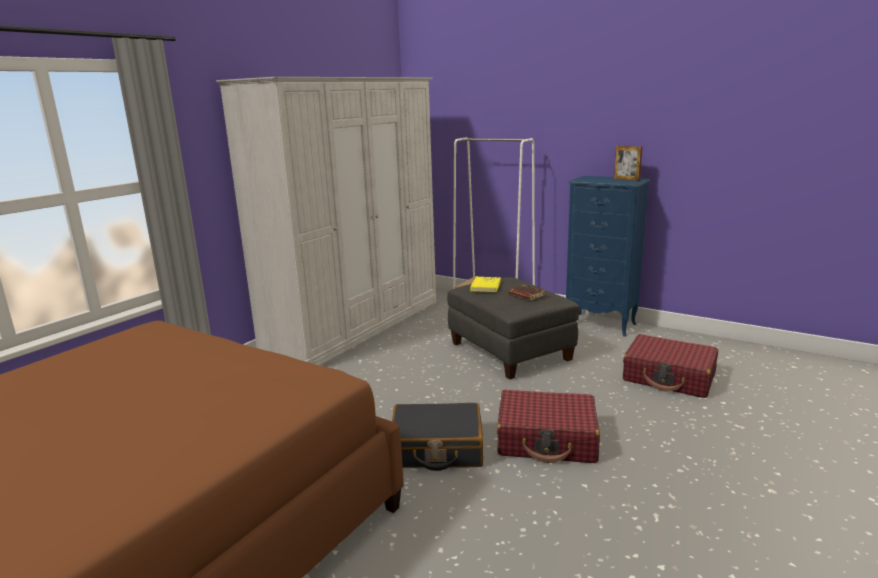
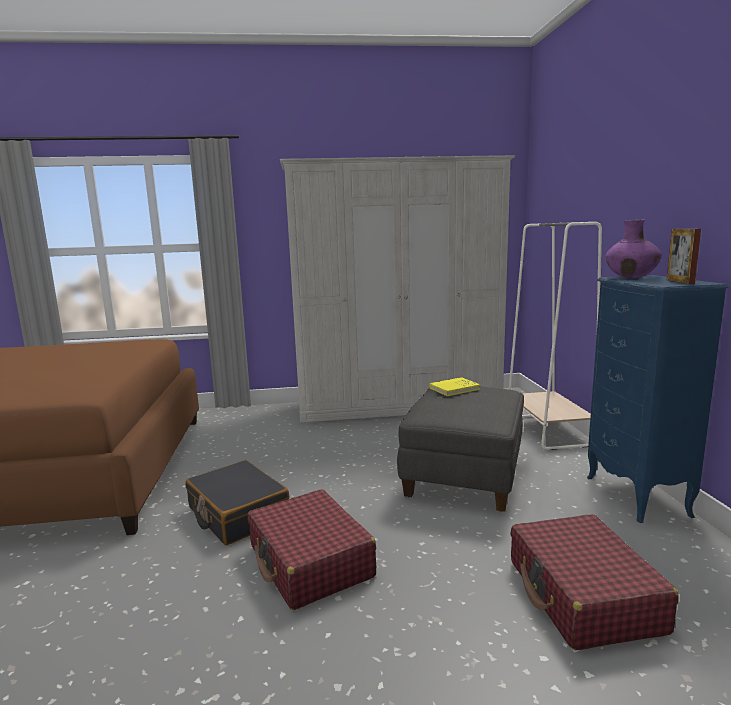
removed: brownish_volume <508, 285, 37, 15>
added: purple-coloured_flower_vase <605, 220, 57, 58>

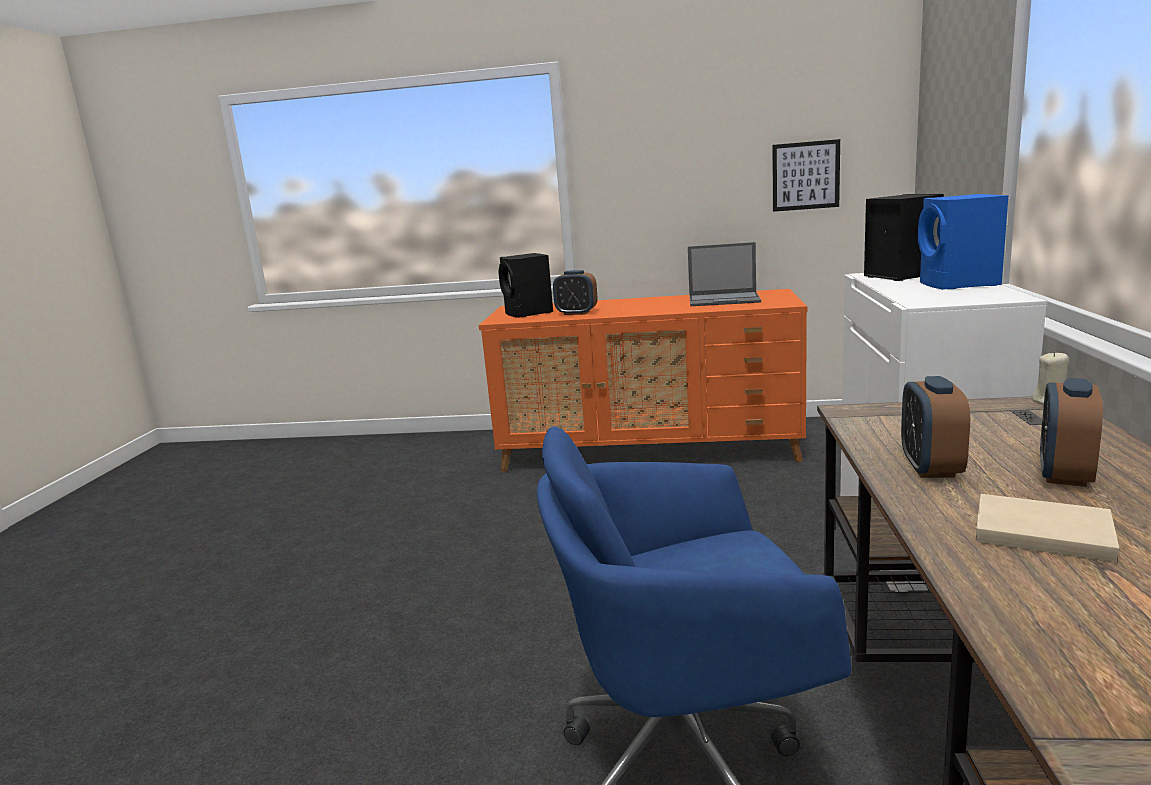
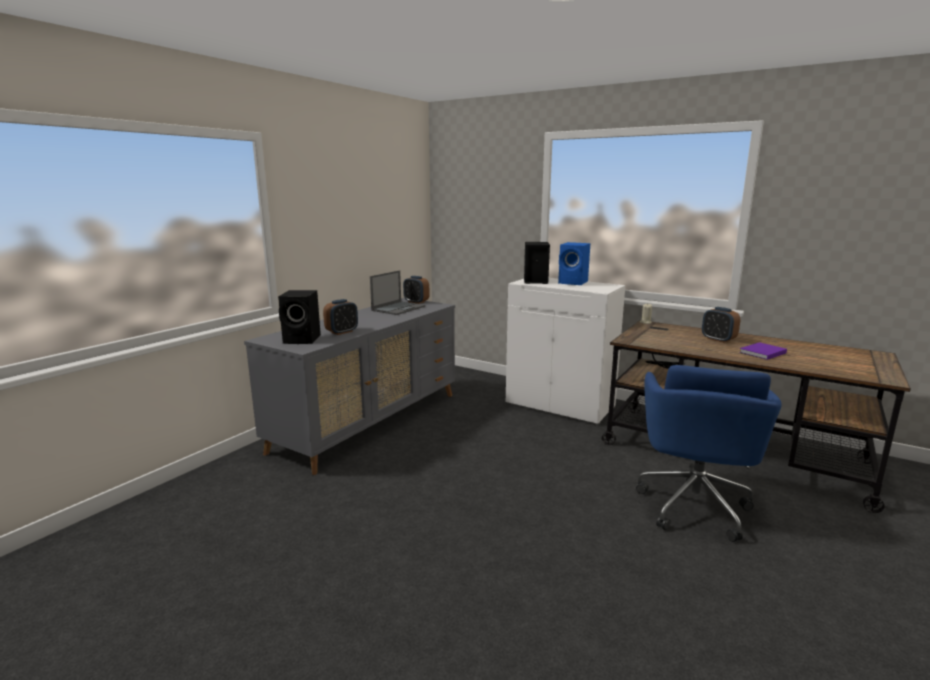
removed: picture <772, 139, 68, 73>
moved: bedside_clock <901, 376, 69, 102> to <403, 276, 26, 28>
recoloured: orange-coloured_chest_of_drawers <479, 289, 329, 183> to greyish_chest_of_drawers <244, 298, 211, 177>; sand-coloured_volume <975, 494, 144, 69> to purple-coloured_volume <739, 342, 48, 18>

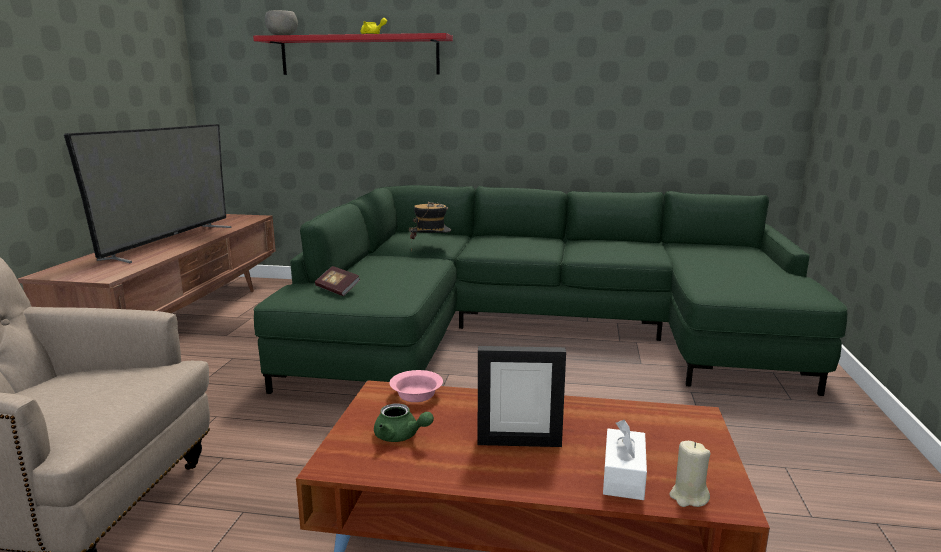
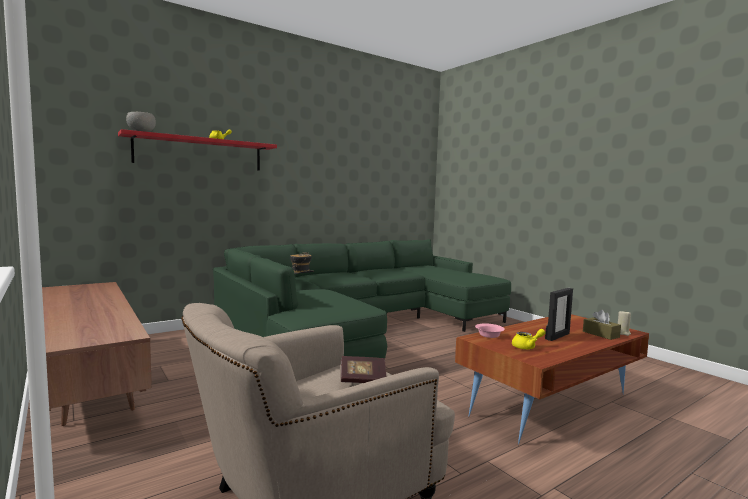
removed: TV <64, 124, 167, 139>
moved: volume <315, 266, 45, 30> to <341, 356, 45, 27>
recoloured: green_pot_for_tea <374, 403, 60, 39> to yellow-coloured_pot_for_tea <512, 329, 33, 20>; white_tissue_box <603, 420, 44, 80> to brownish_tissue_box <583, 310, 38, 30>

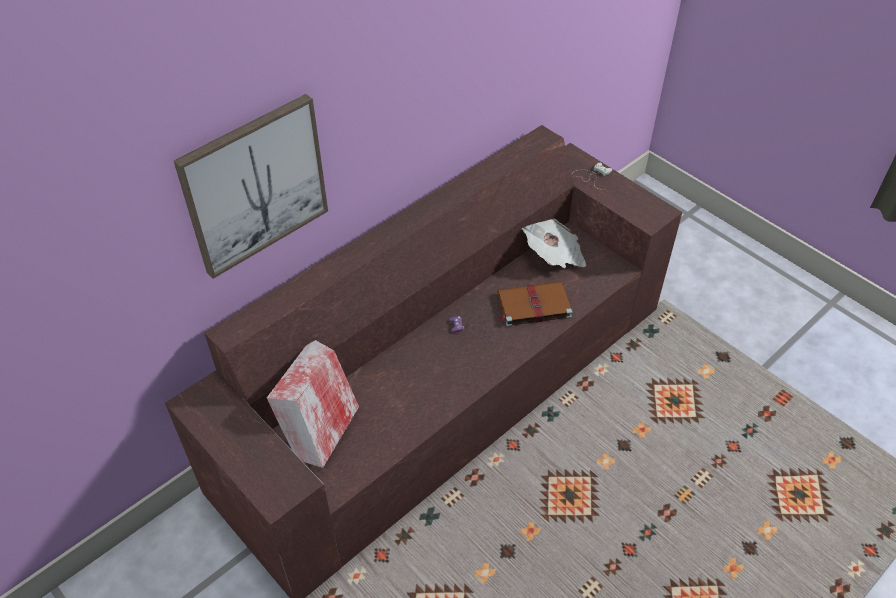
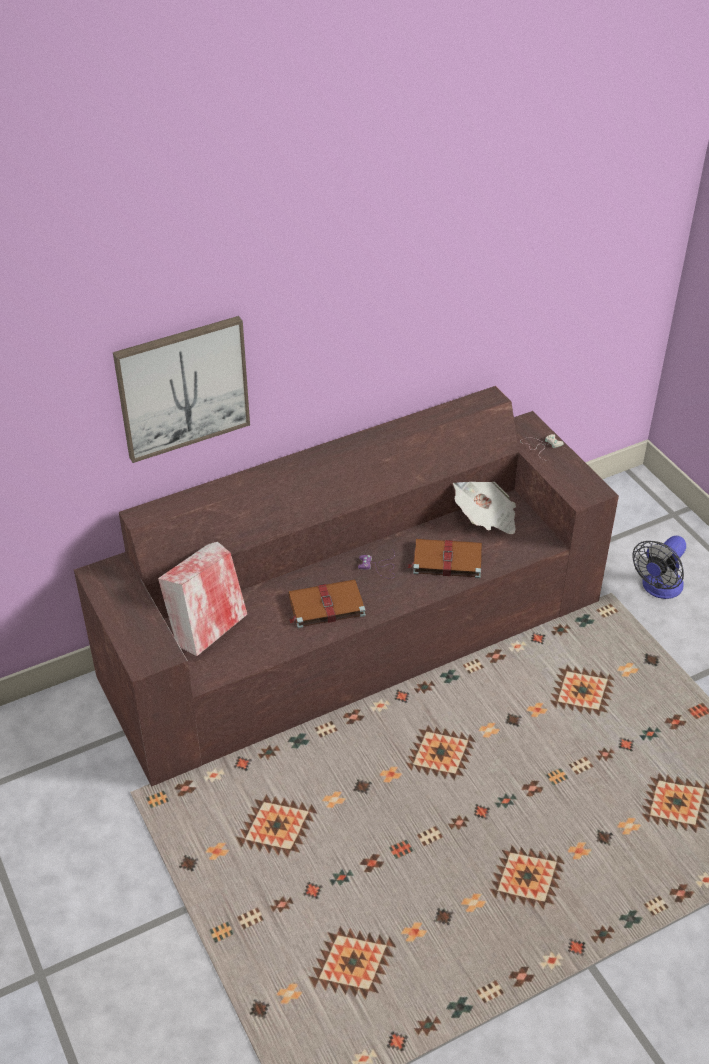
added: brownish_volume <288, 579, 78, 49>; fan <632, 536, 54, 63>

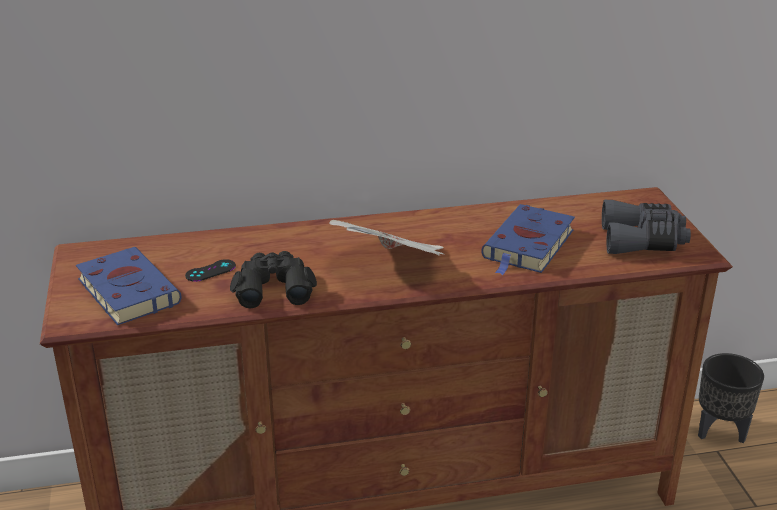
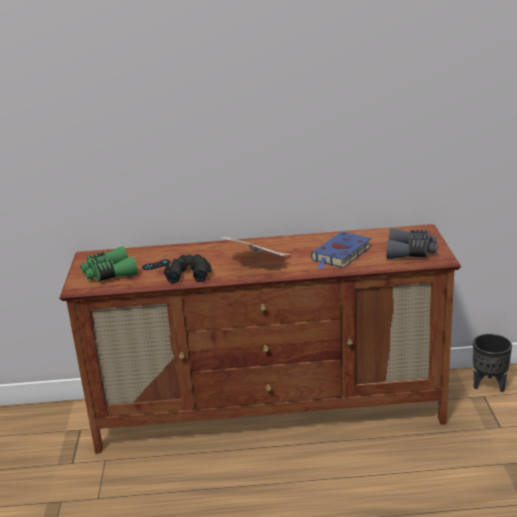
replaced: blue-coloured_volume <76, 247, 105, 78> to green_pair_of_binoculars <80, 246, 58, 35>

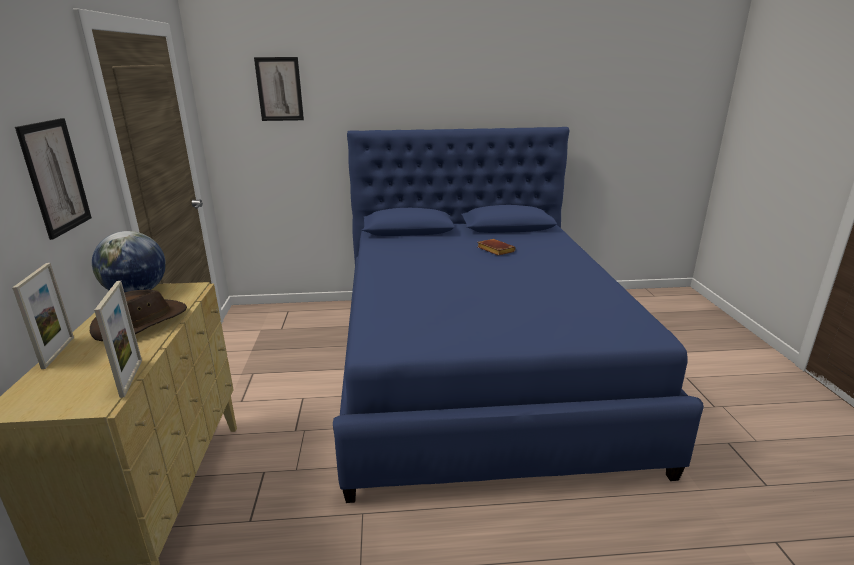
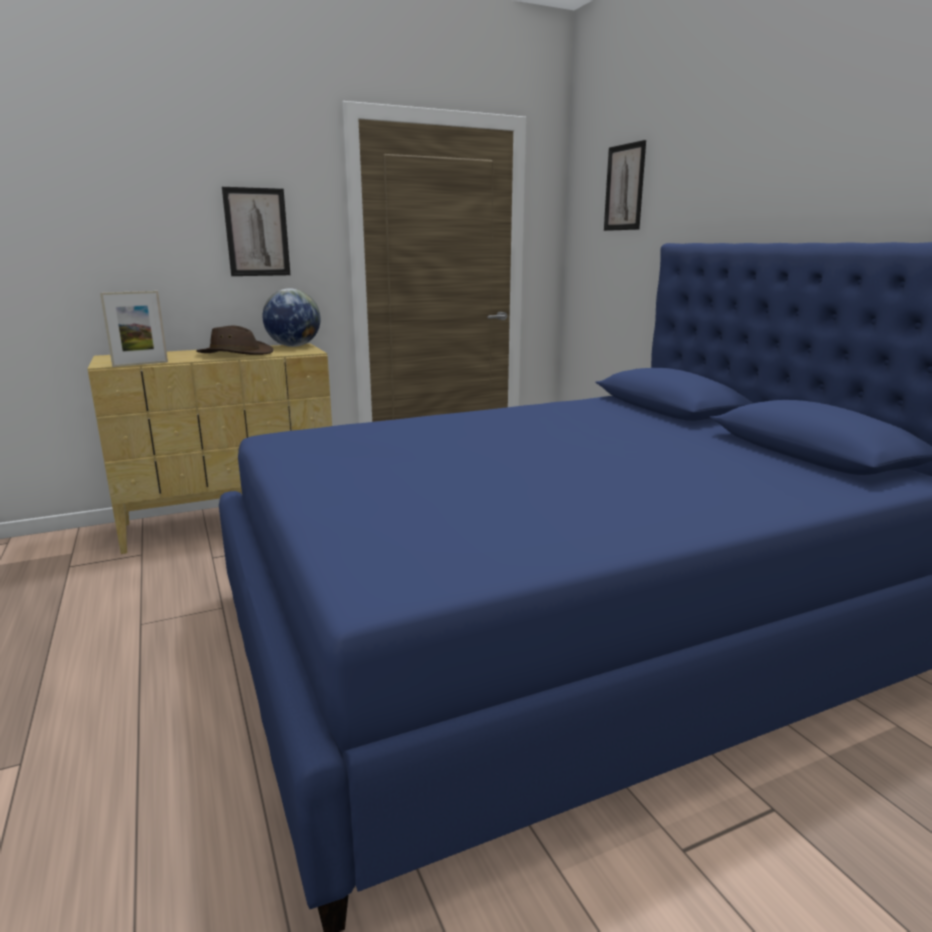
removed: picture_frame <12, 263, 62, 106>; brownish_volume <477, 239, 39, 16>

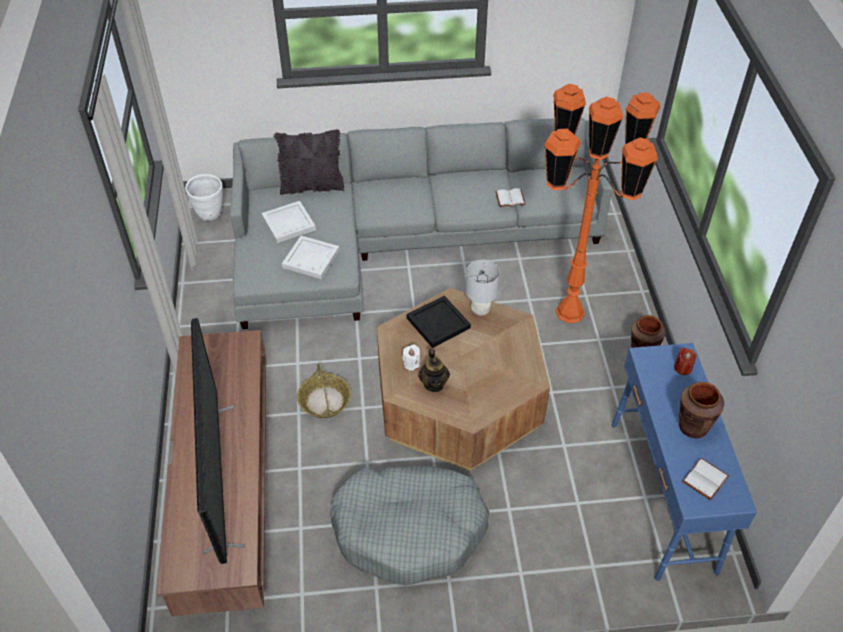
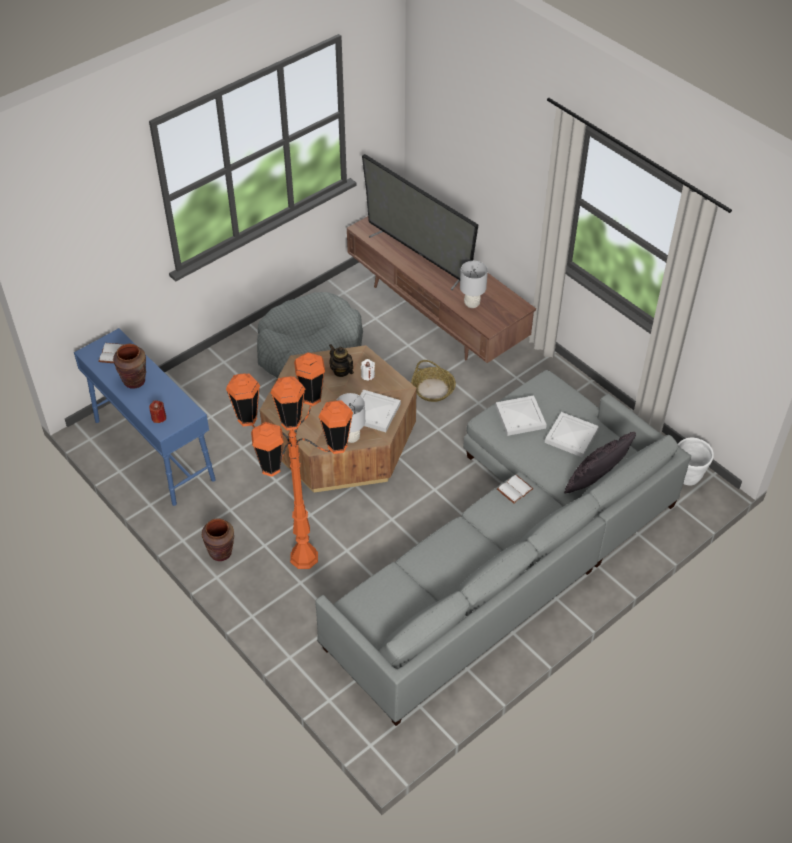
added: greyish_tabletop_lamp <460, 261, 28, 47>
moved: white_volume <495, 188, 31, 19> to <497, 475, 36, 28>
recoloured: black-coloured_serving_tray <407, 295, 64, 53> to white_serving_tray <352, 389, 49, 43>

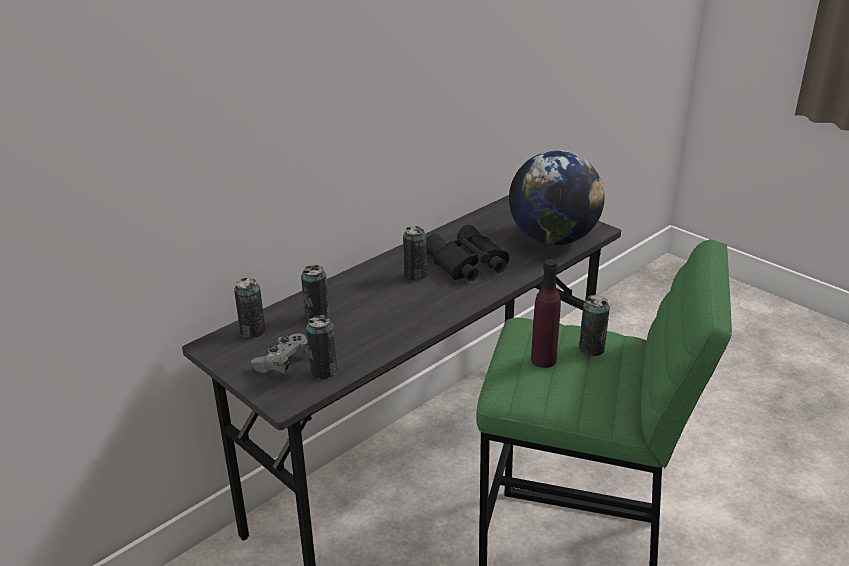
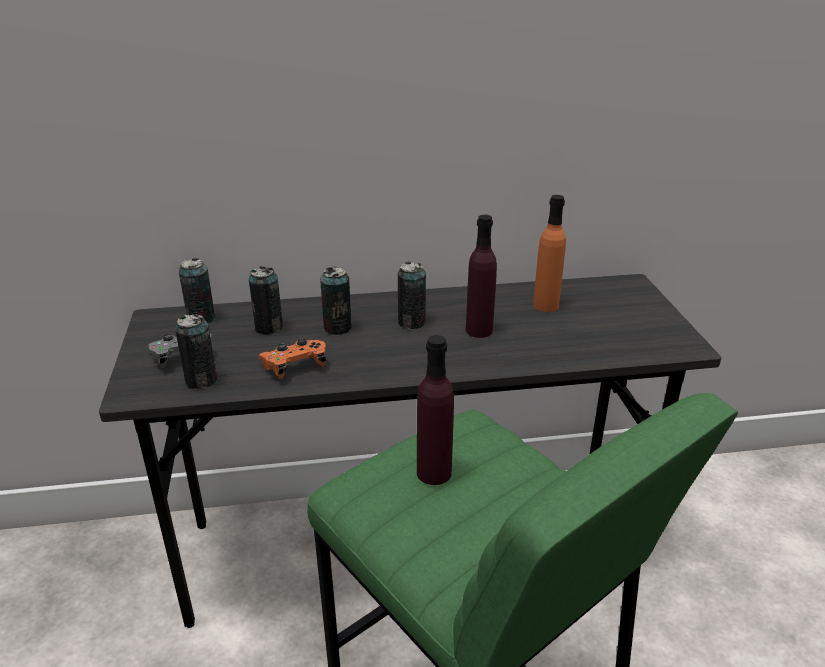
removed: globe <509, 150, 96, 95>
added: orange-coloured_joypad <258, 339, 68, 40>; orange-coloured_drink_bottle <533, 195, 33, 117>
moved: sealed_can <579, 295, 31, 61> to <320, 266, 32, 69>
replaced: black-coloured_pair_of_binoculars <426, 225, 83, 56> to purple-coloured_drink_bottle <466, 215, 31, 123>

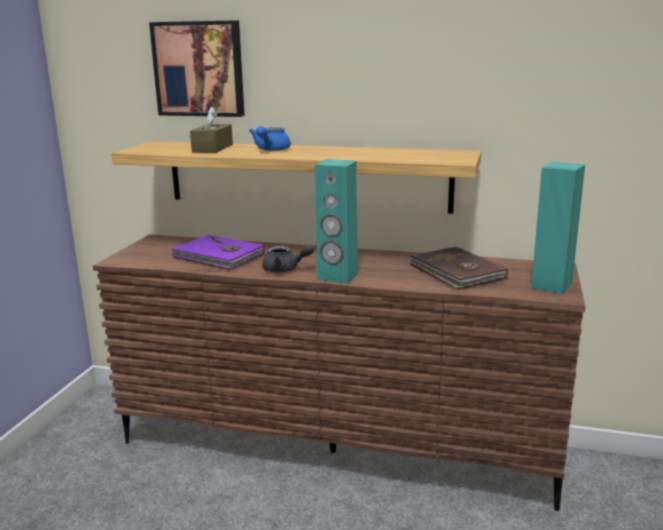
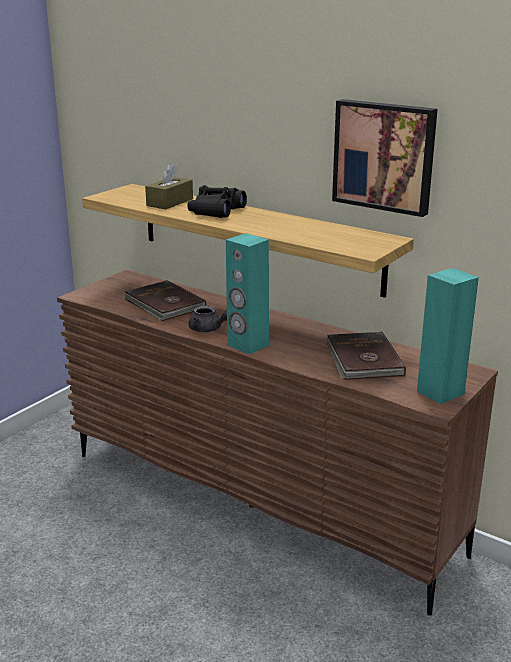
moved: picture <149, 20, 96, 97> to <332, 99, 106, 118>
replaced: blue-coloured_pot_for_tea <249, 126, 42, 25> to black-coloured_pair_of_binoculars <187, 185, 60, 33>
recoloured: purple-coloured_volume <171, 235, 94, 35> to brownish_volume <124, 280, 82, 41>

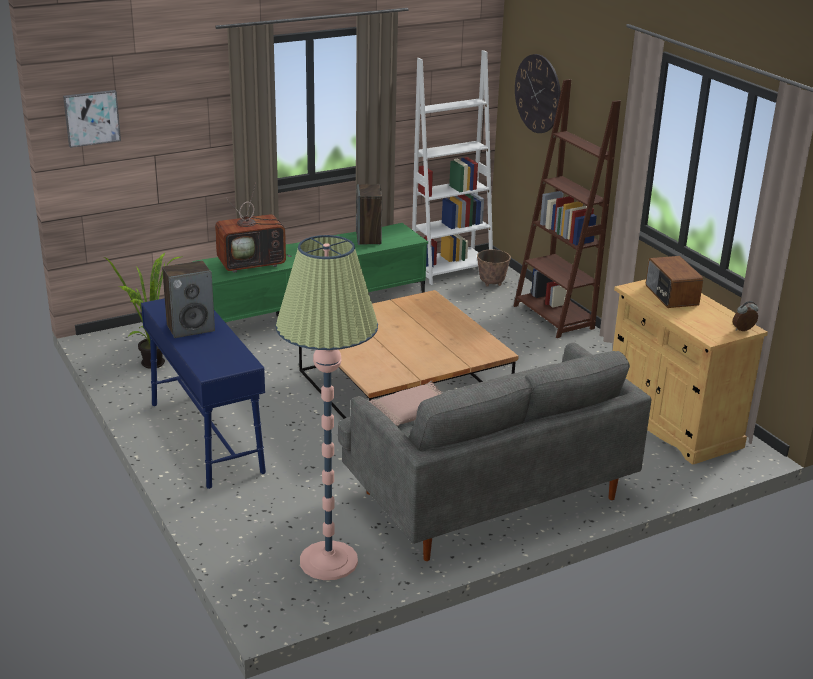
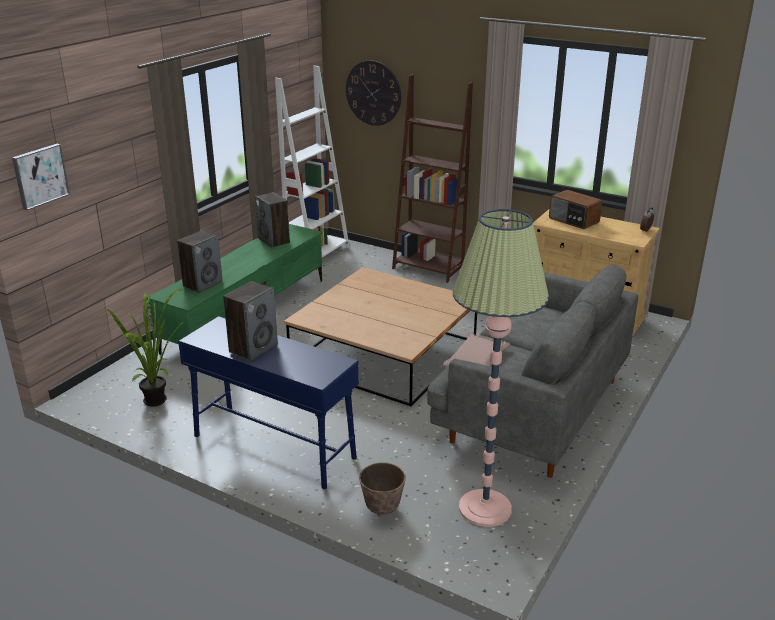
moved: planter <477, 250, 34, 37> to <359, 462, 47, 55>
replaced: TV <215, 182, 77, 91> to speaker <177, 231, 46, 62>

